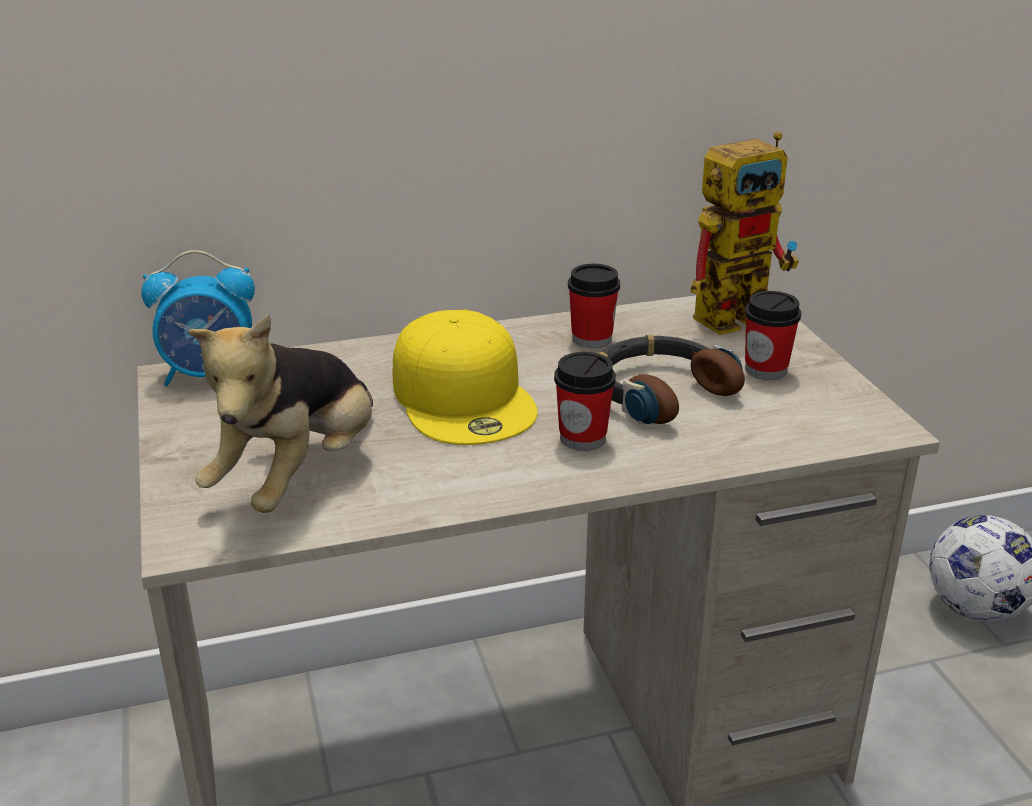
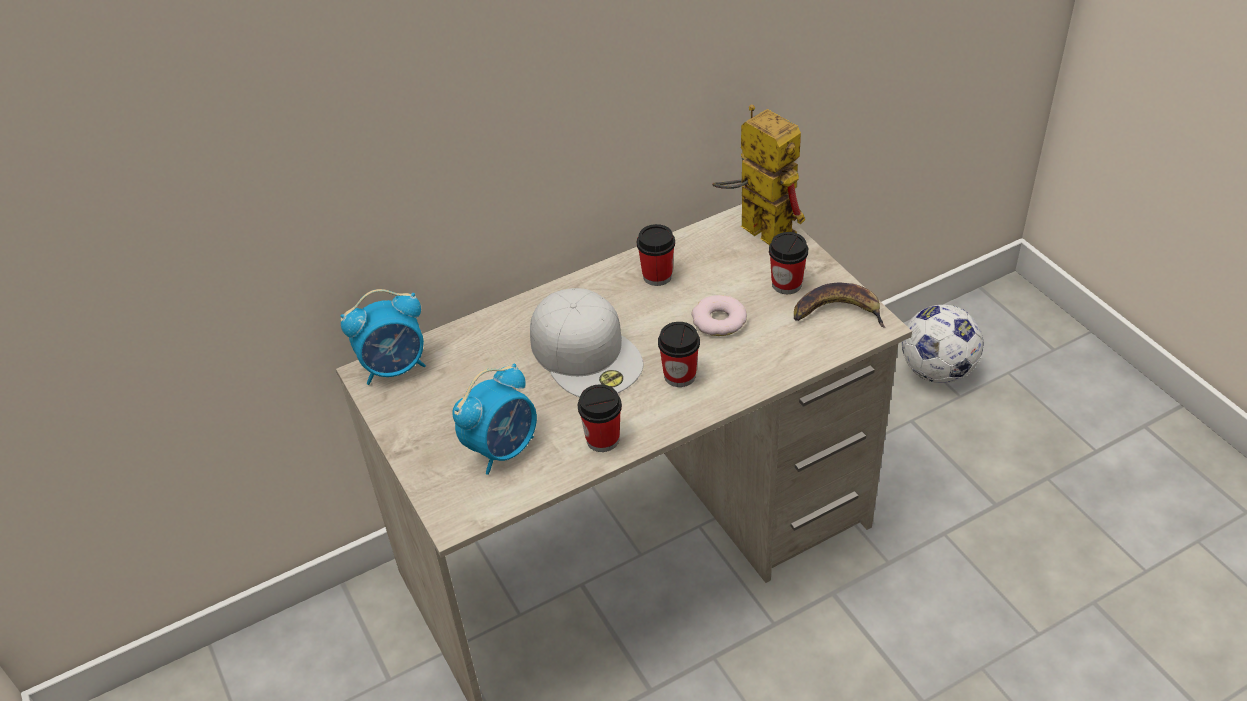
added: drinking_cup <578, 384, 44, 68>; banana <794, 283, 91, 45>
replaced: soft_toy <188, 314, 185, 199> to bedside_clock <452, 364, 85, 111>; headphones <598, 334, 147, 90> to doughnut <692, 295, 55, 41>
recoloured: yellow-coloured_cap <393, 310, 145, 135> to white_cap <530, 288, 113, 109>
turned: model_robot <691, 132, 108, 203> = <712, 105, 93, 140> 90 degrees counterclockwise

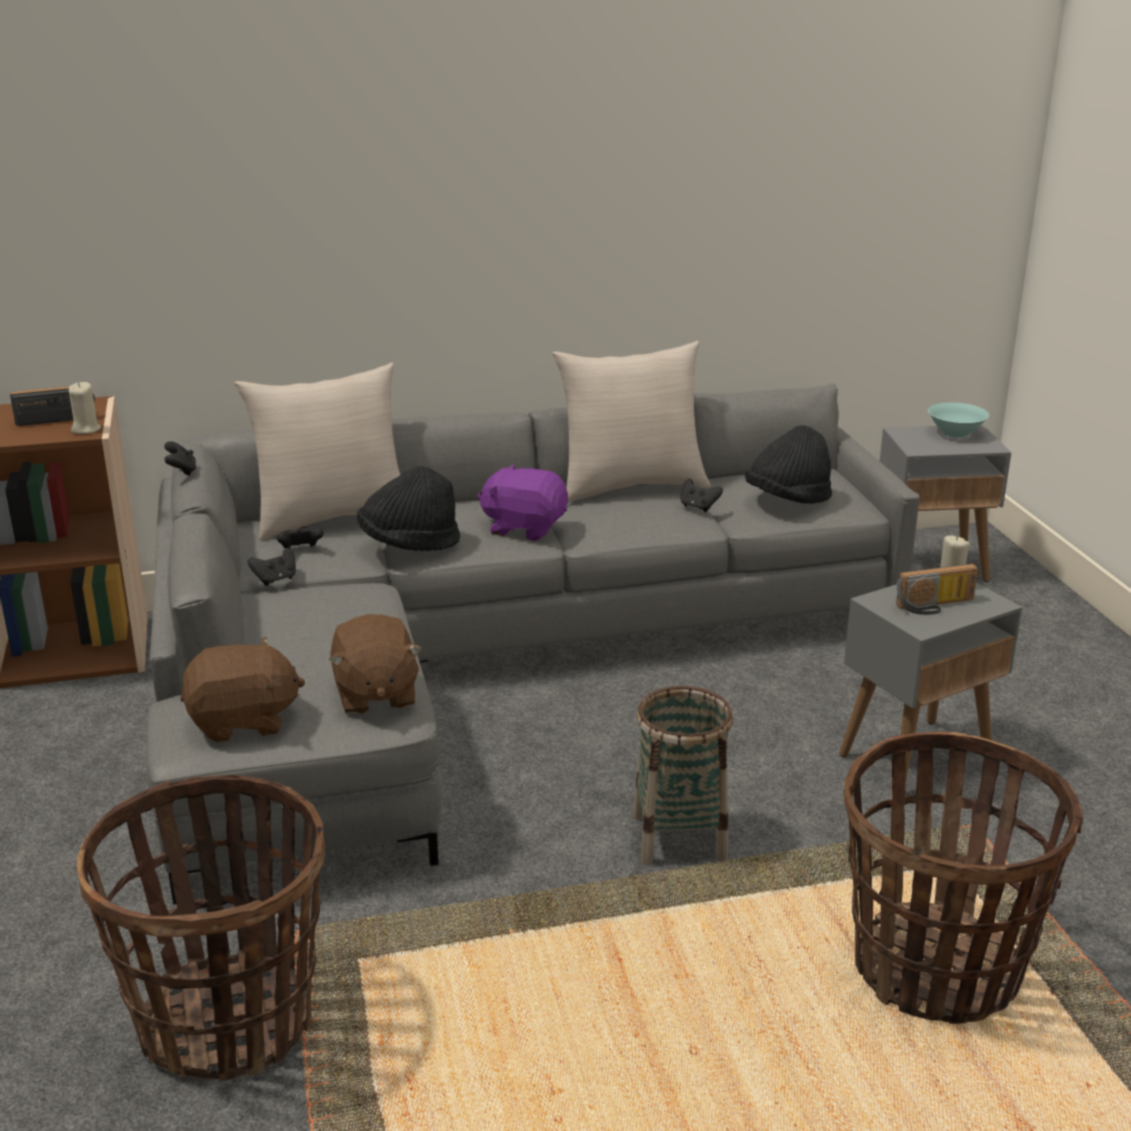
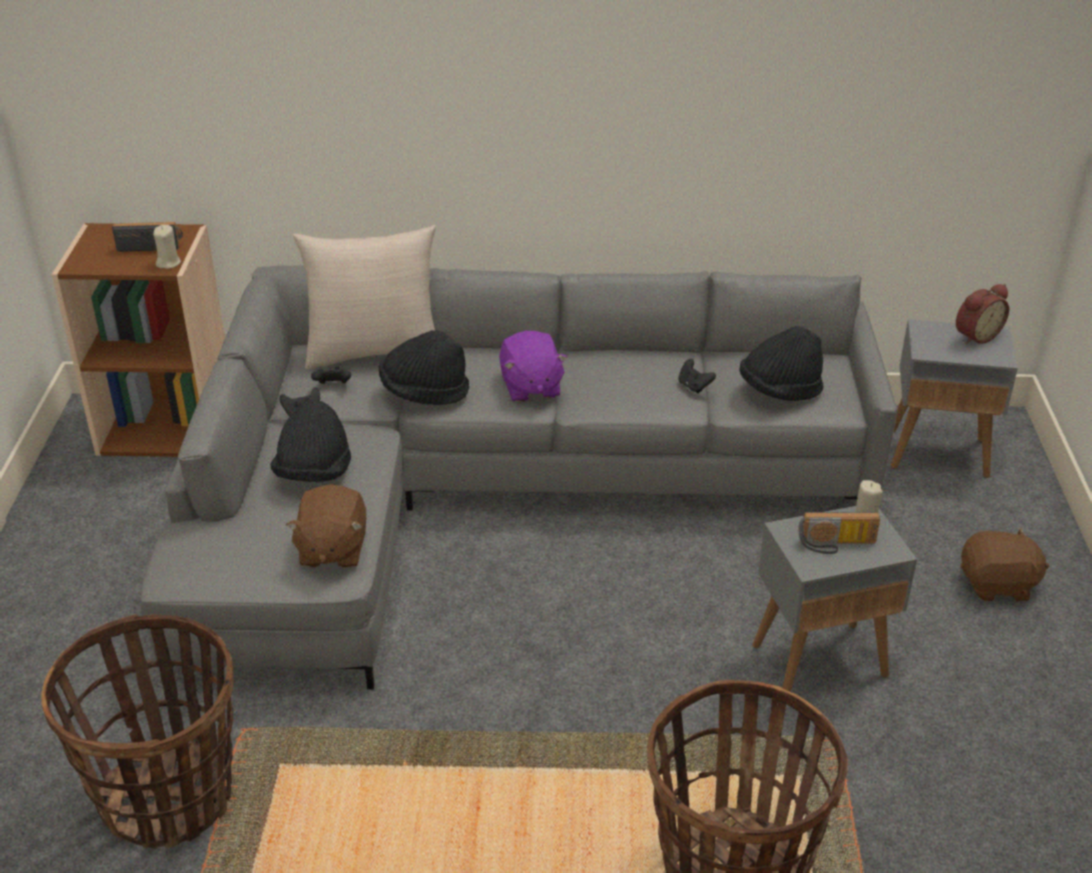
removed: black-coloured_joypad <164, 441, 32, 35>; sand-coloured_throw_pillow <552, 341, 158, 161>; storage_basket <633, 686, 100, 179>
added: black-coloured_hat <270, 400, 81, 82>
moved: brownish_soft_toy <180, 637, 125, 105> to <960, 527, 89, 74>
replaced: turquoise-coloured_bowl <928, 402, 61, 36> to bedside_clock <956, 284, 53, 61>
turned: purple-coloured_soft_toy <477, 464, 91, 77> = <499, 331, 69, 71> 135 degrees counterclockwise

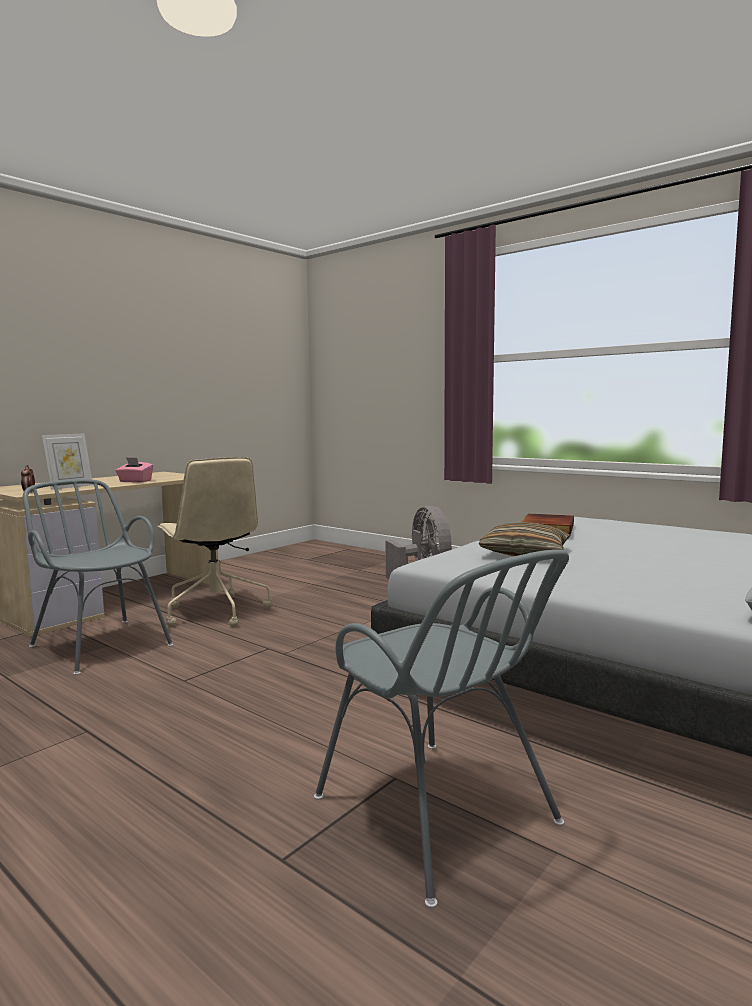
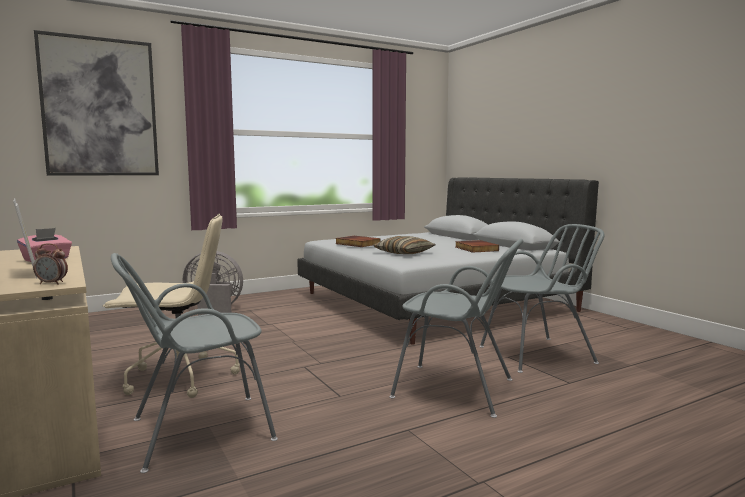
added: picture <34, 30, 125, 146>; greyish_upright_chair <389, 239, 134, 179>; volume <455, 240, 44, 13>

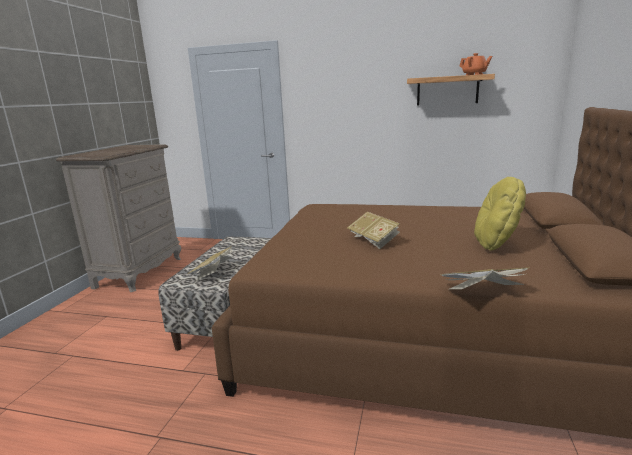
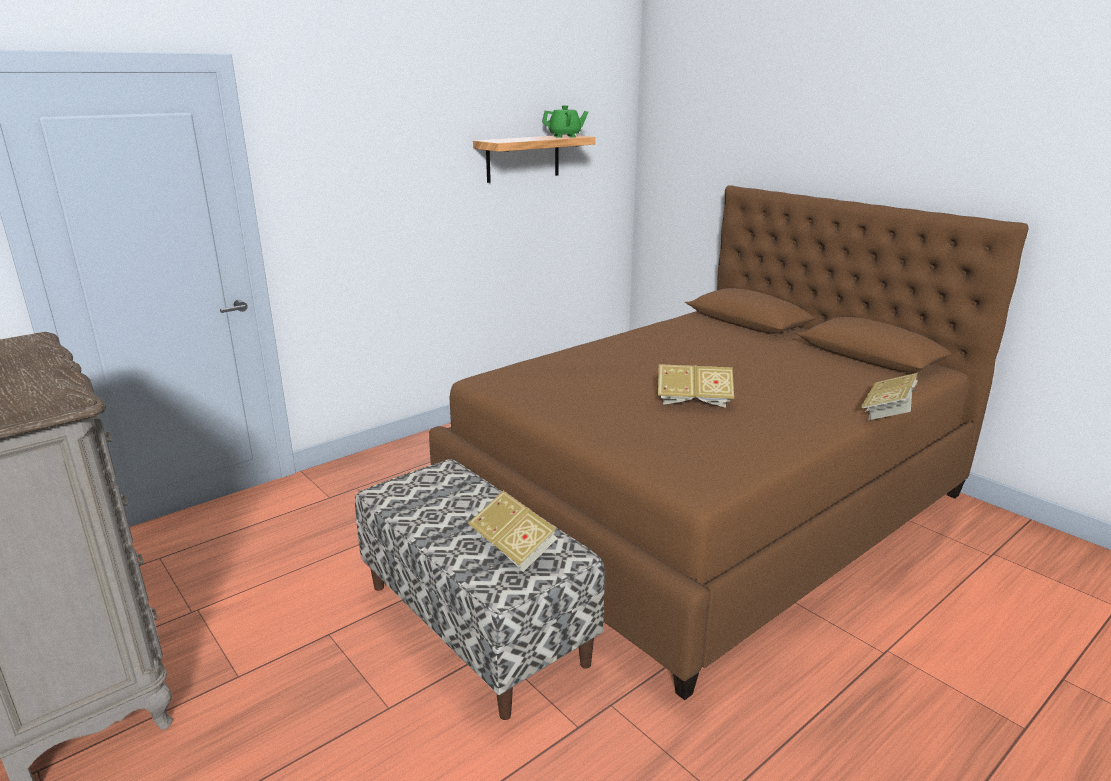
removed: yellow-coloured_throw_pillow <474, 177, 52, 74>
recoloured: orange-coloured_pot_for_tea <460, 53, 33, 22> to green_pot_for_tea <542, 105, 46, 33>

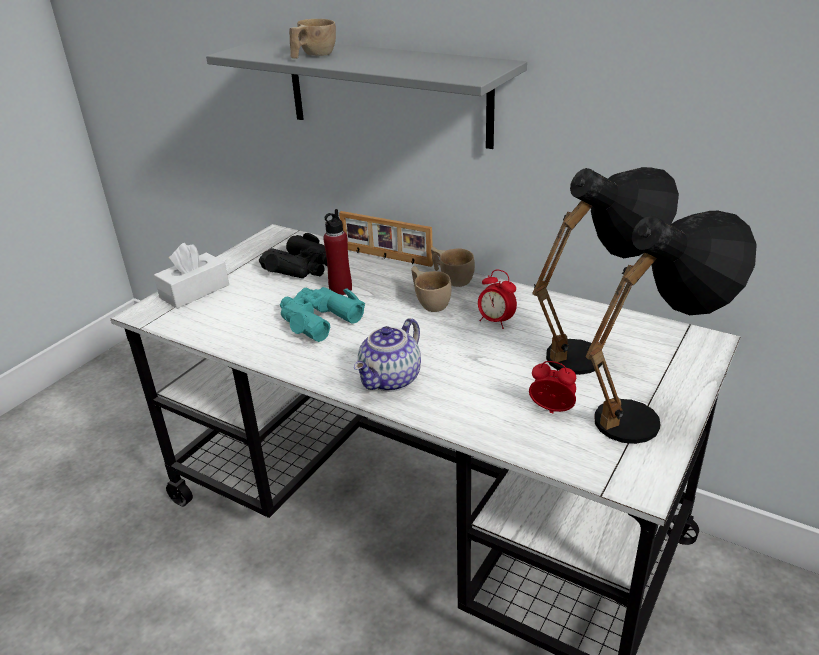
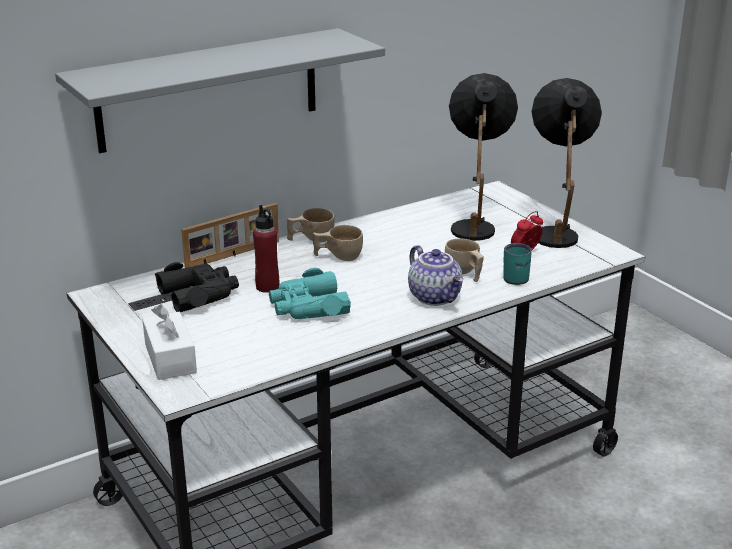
removed: bedside_clock <478, 270, 39, 59>
added: turquoise-coloured_tea_mug <503, 243, 29, 42>
moved: sand-coloured_drinking_cup <289, 19, 47, 40> to <445, 239, 39, 43>

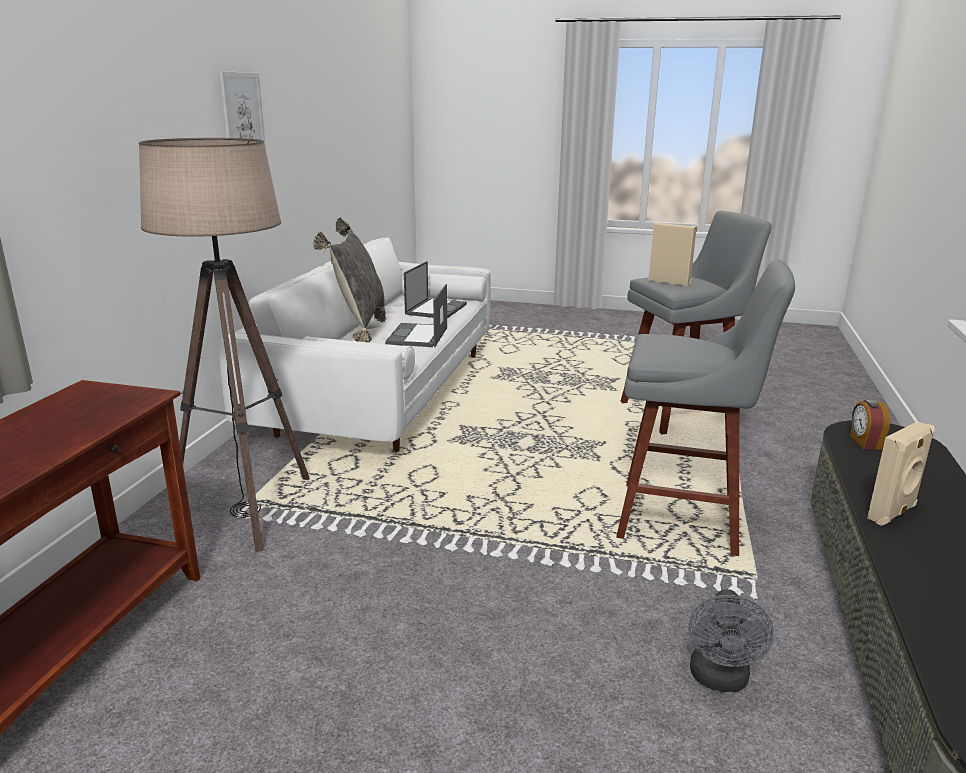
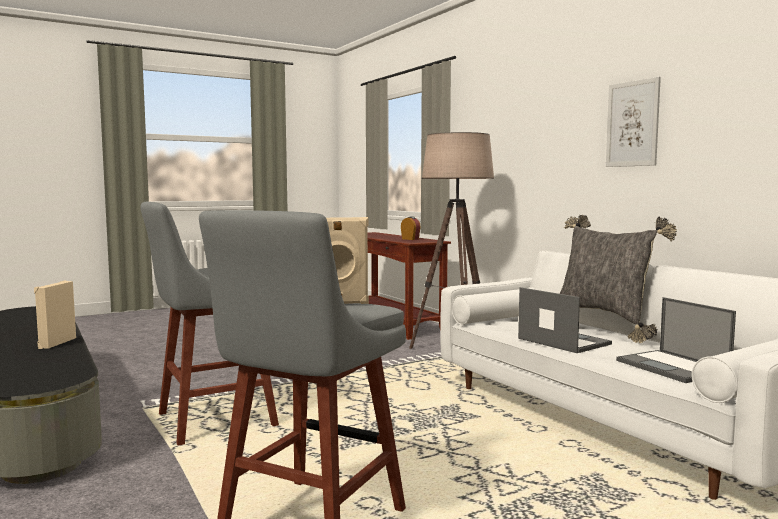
removed: greyish_fan <689, 589, 85, 103>
moved: bedside_clock <850, 399, 40, 51> to <401, 217, 20, 23>

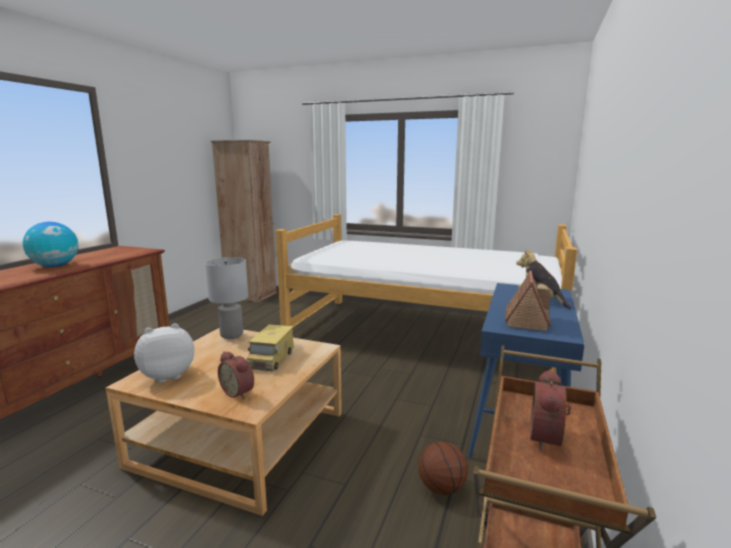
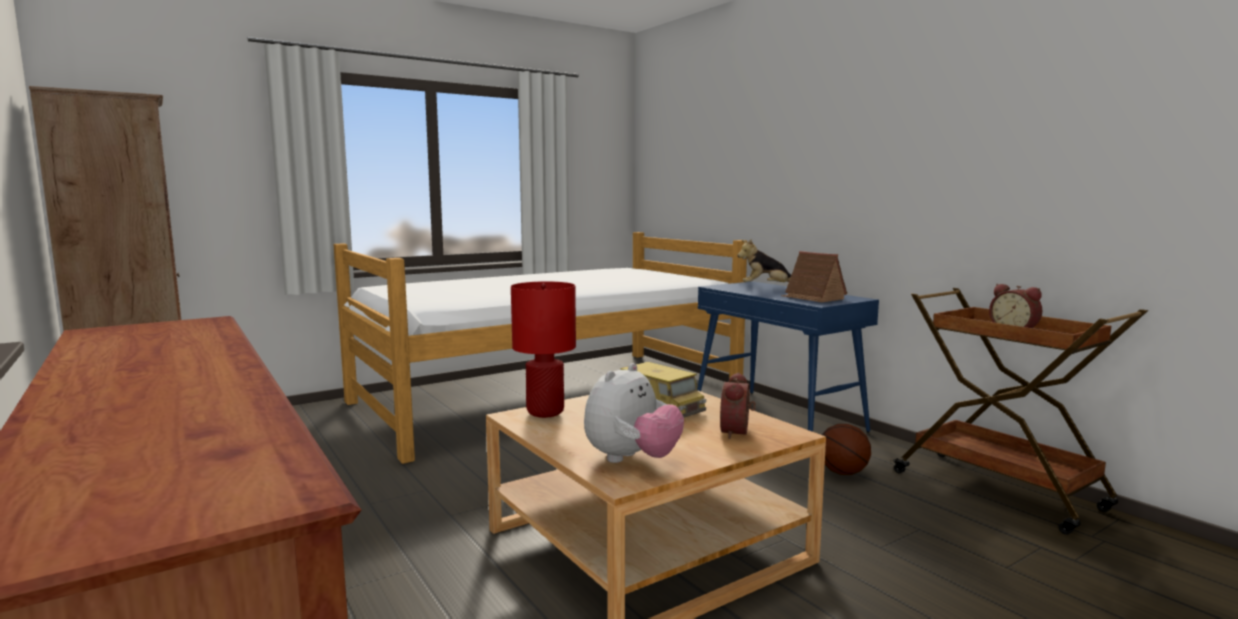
removed: globe <23, 222, 56, 45>
recoloured: greyish_tabletop_lamp <205, 257, 43, 82> to reddish_tabletop_lamp <511, 281, 65, 137>
turned: soft_toy <134, 323, 60, 60> = <584, 363, 100, 100> 150 degrees counterclockwise; bedside_clock <218, 351, 36, 48> = <720, 372, 36, 67> 120 degrees clockwise

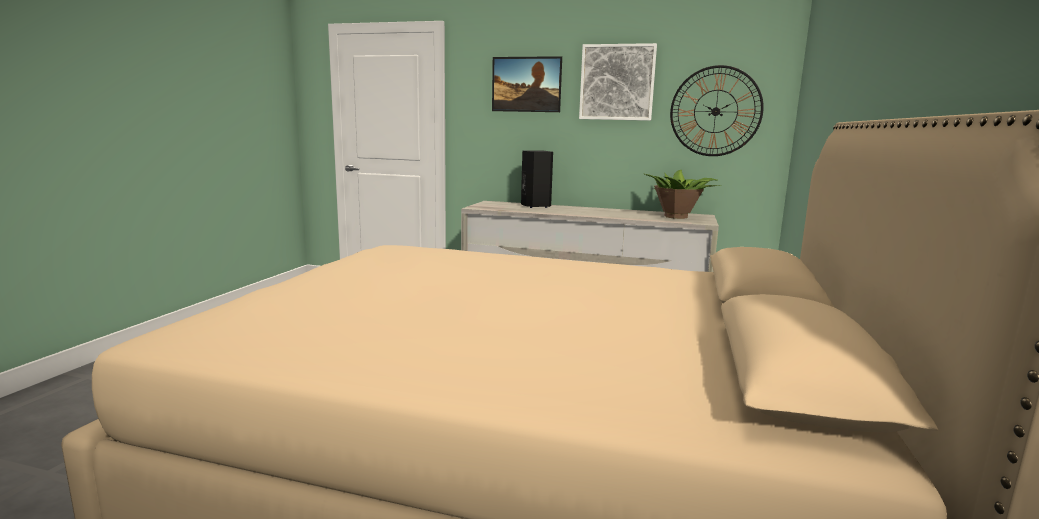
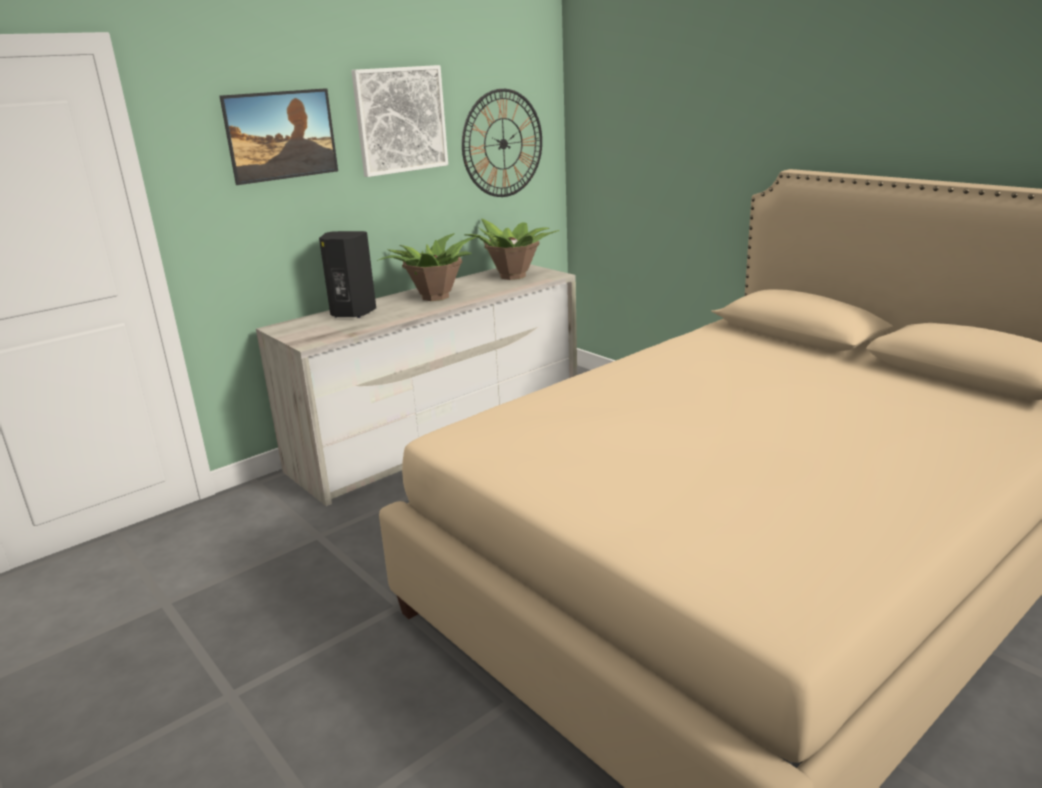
added: potted_plant <377, 233, 99, 68>

